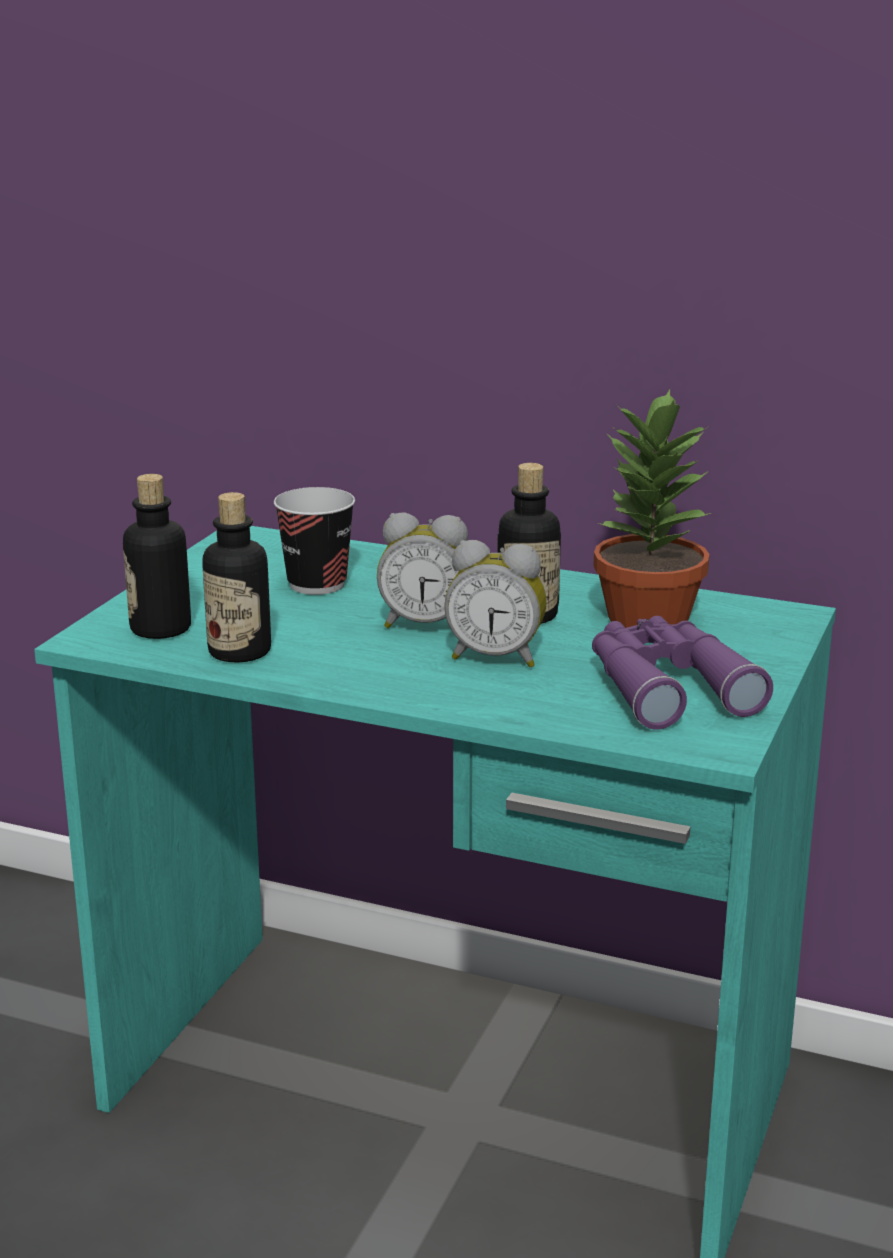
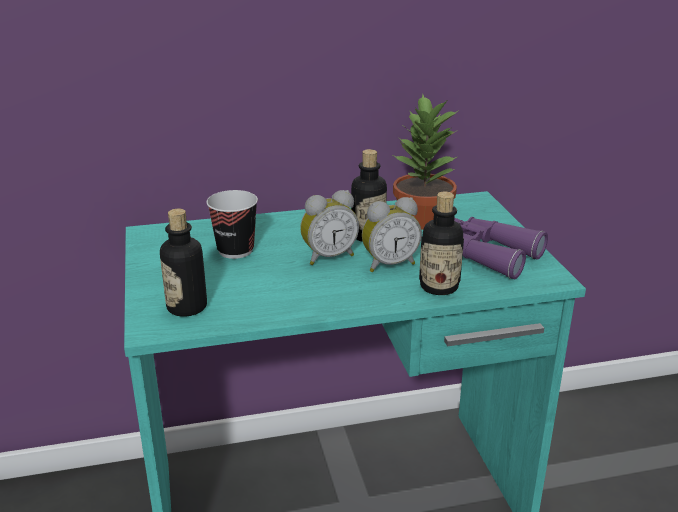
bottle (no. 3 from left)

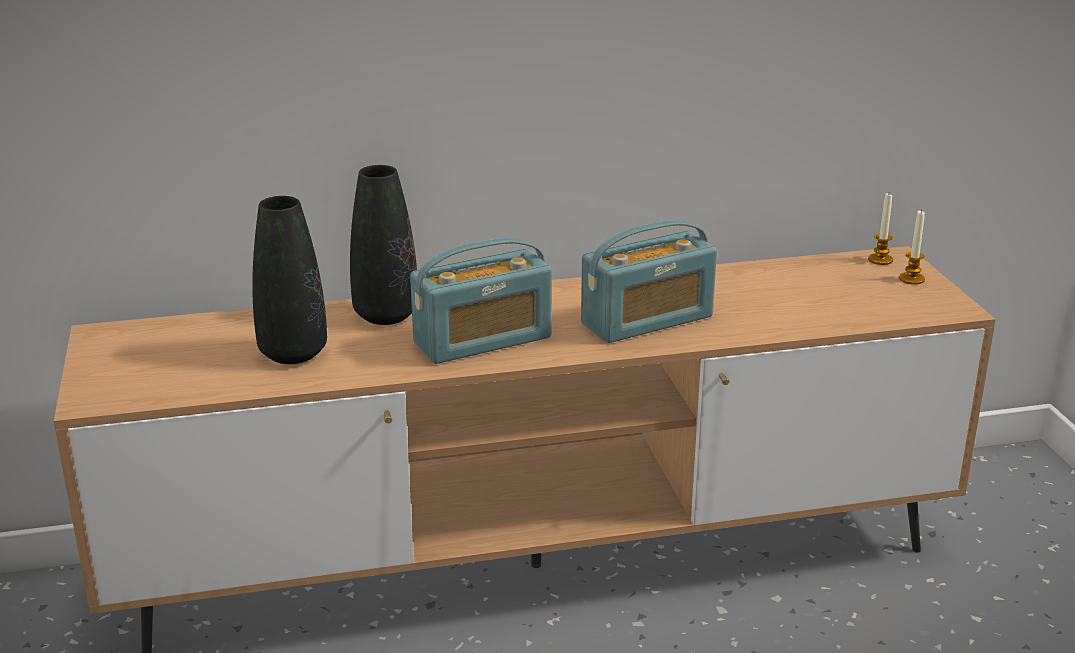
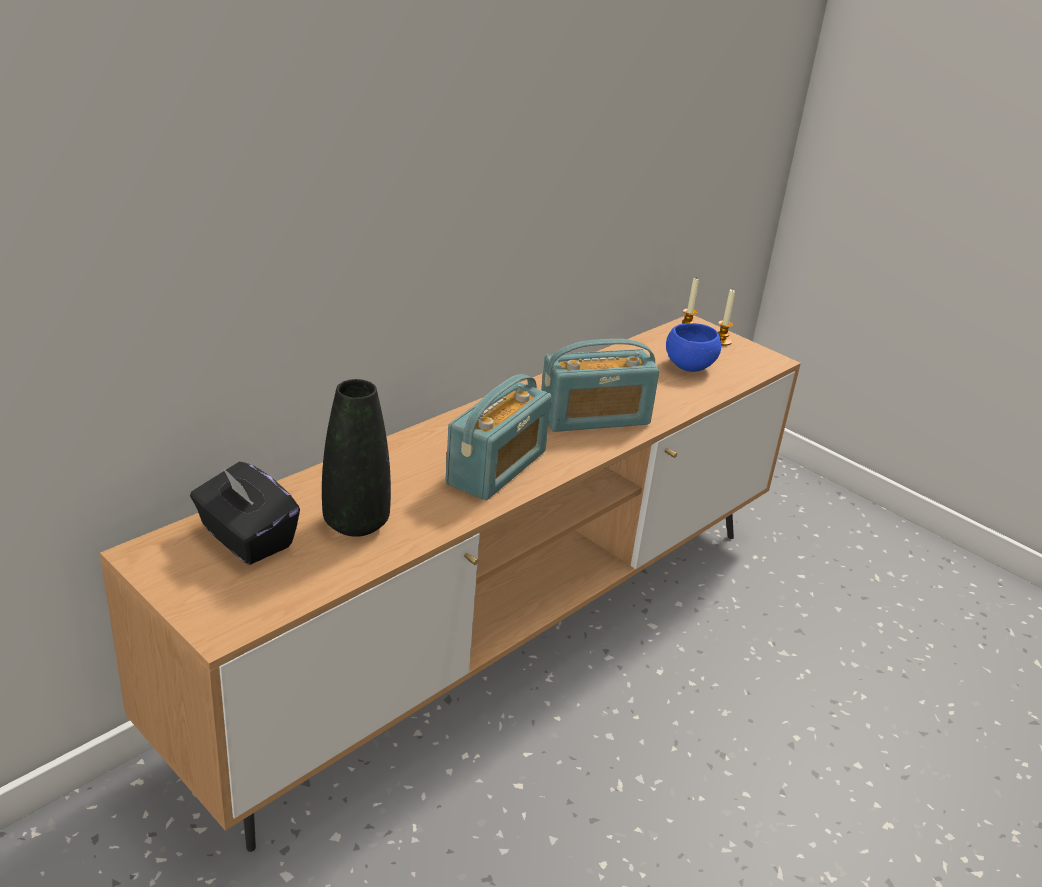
black vase (no. 2 from left in the first image)
black tissue box
blue bowl
radio (no. 2 from left)

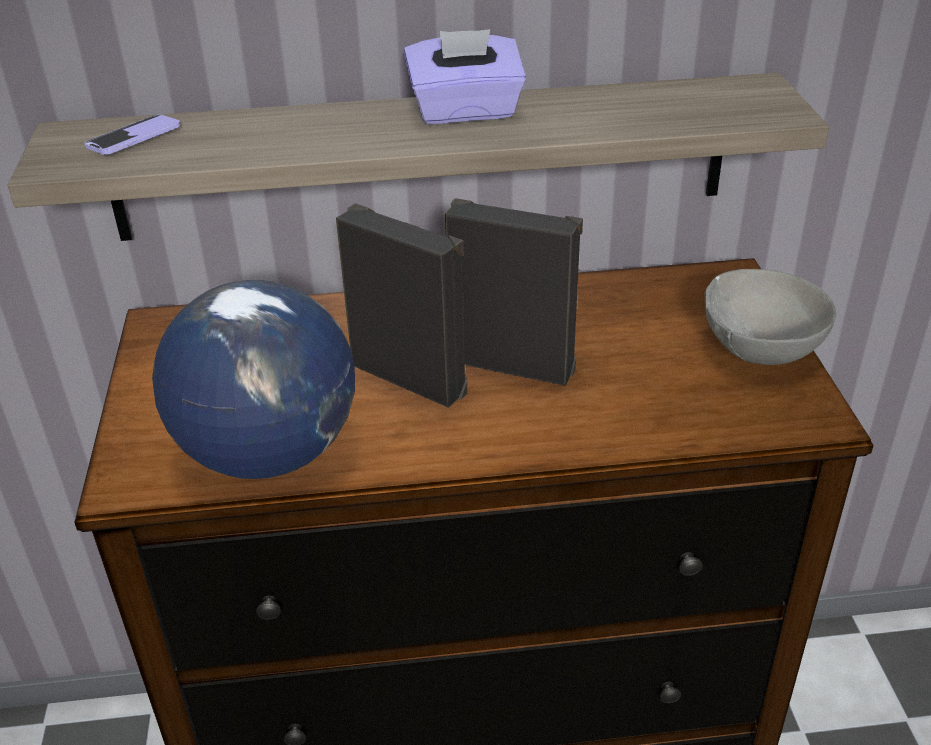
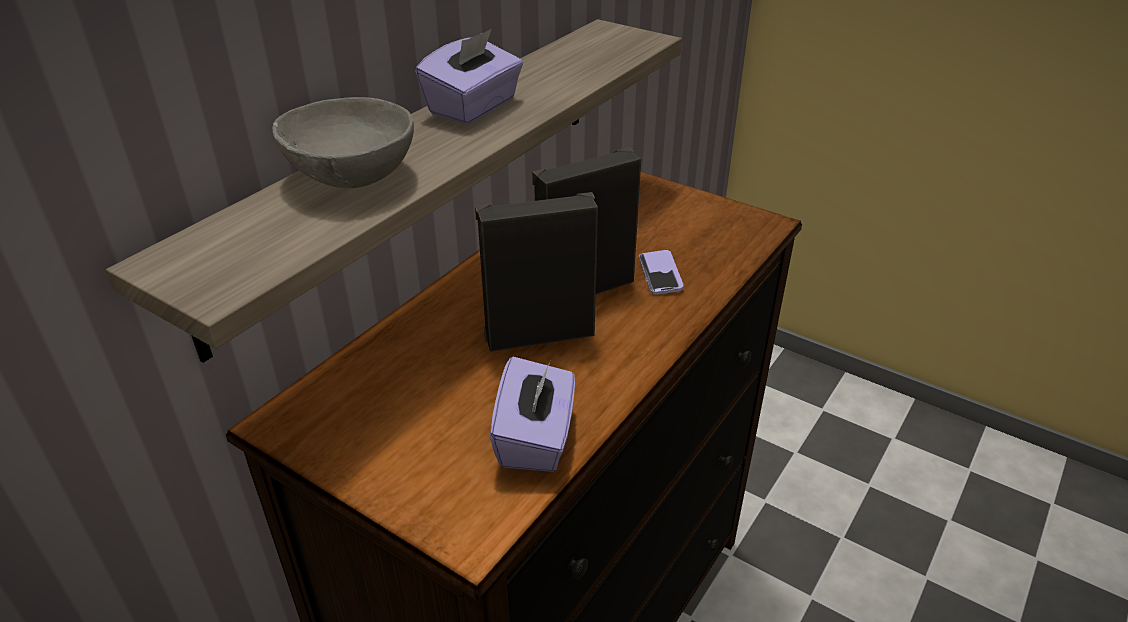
phone
grey bowl
purple tissue box (no. 2 from left)

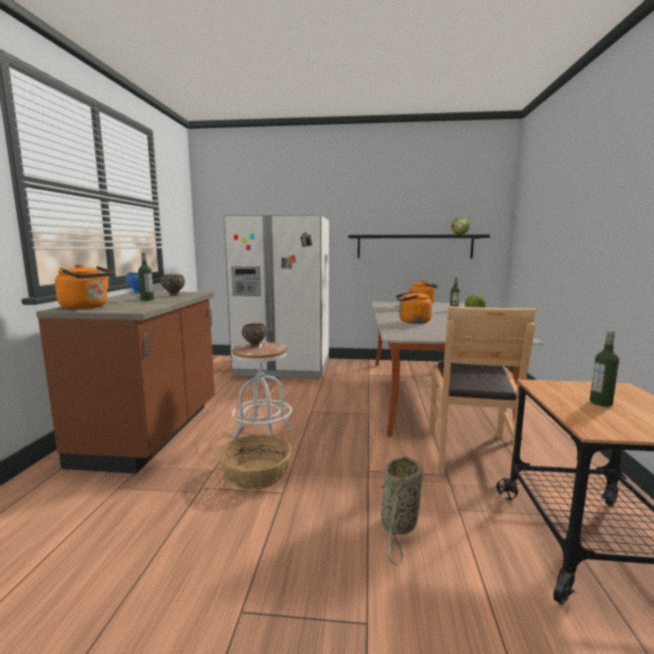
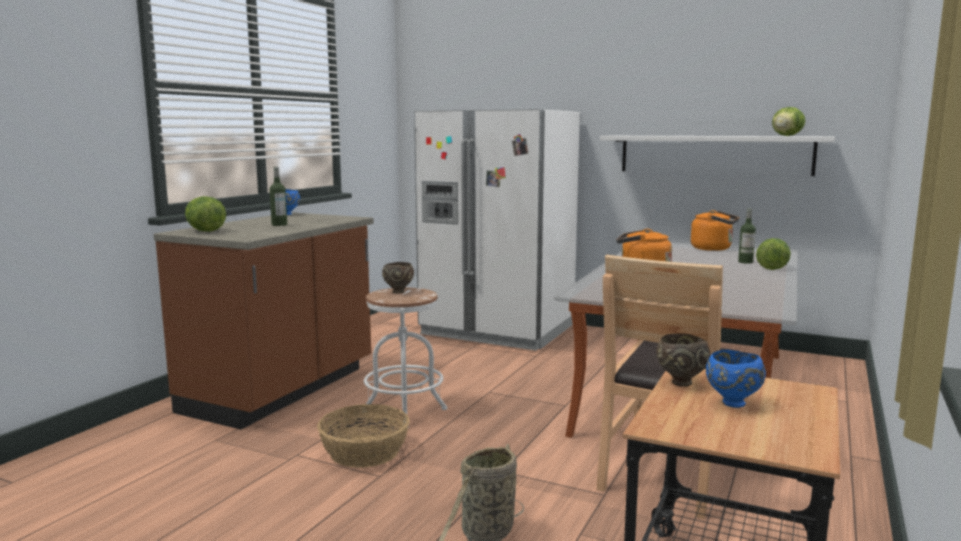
brown bowl (no. 2 from left)
lettuce (no. 1 from left)
blue bowl (no. 2 from left)
white shelf

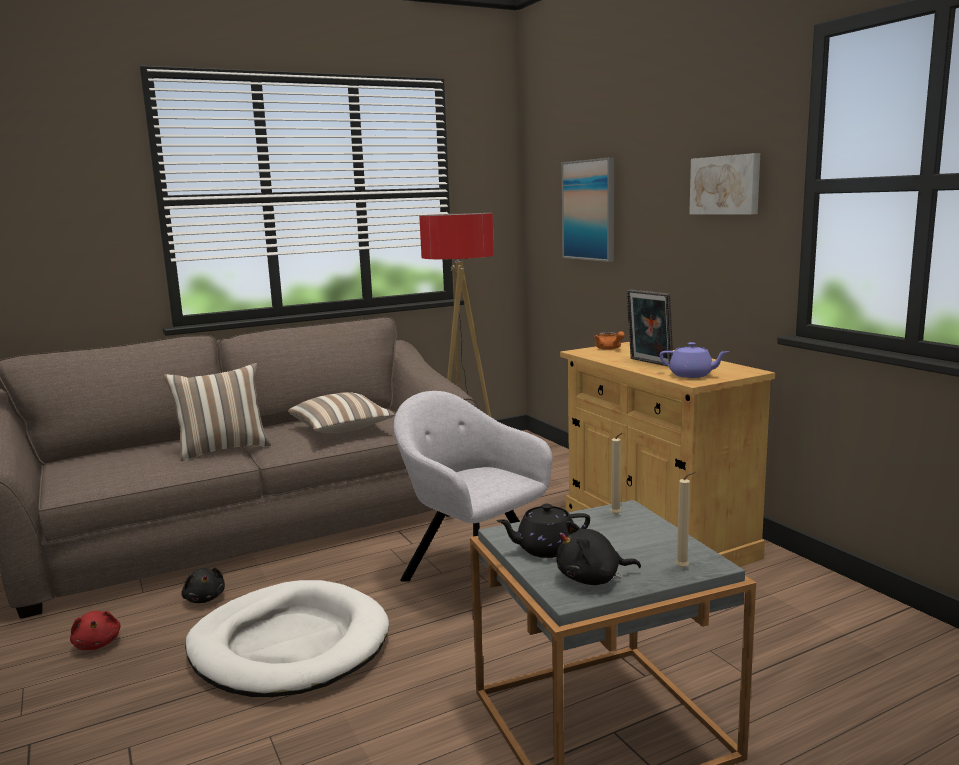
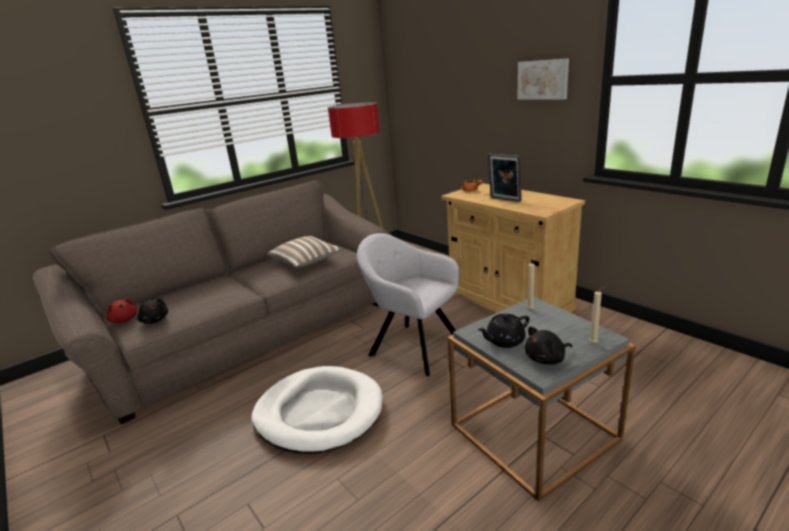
pillow (no. 1 from left in the first image)
picture (no. 1 from left in the first image)
purple teapot
red plush toy
black plush toy (no. 1 from left)

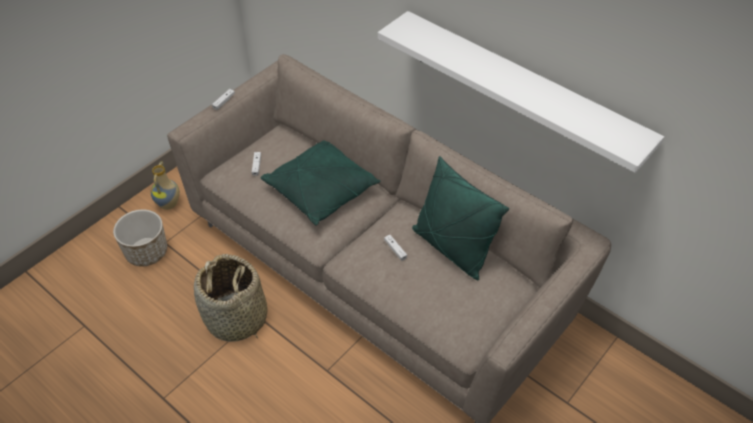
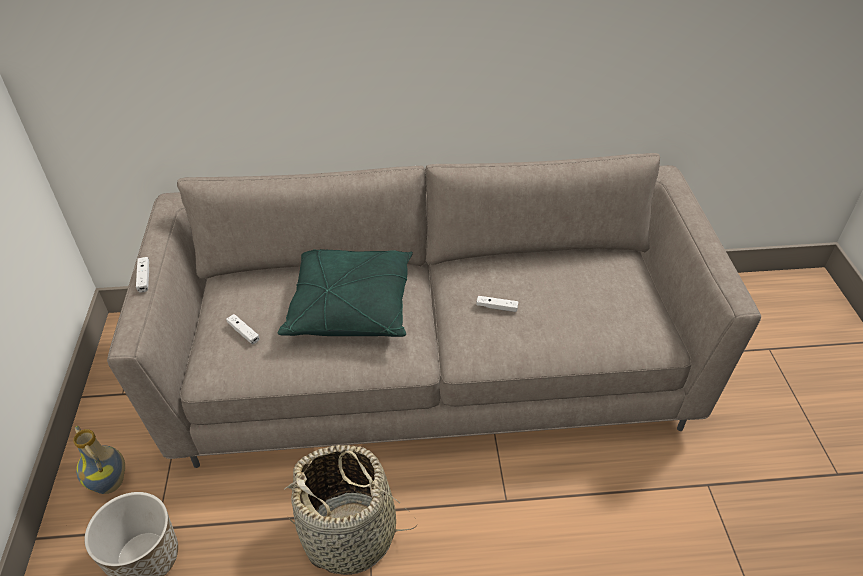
white shelf
green pillow (no. 2 from left in the first image)

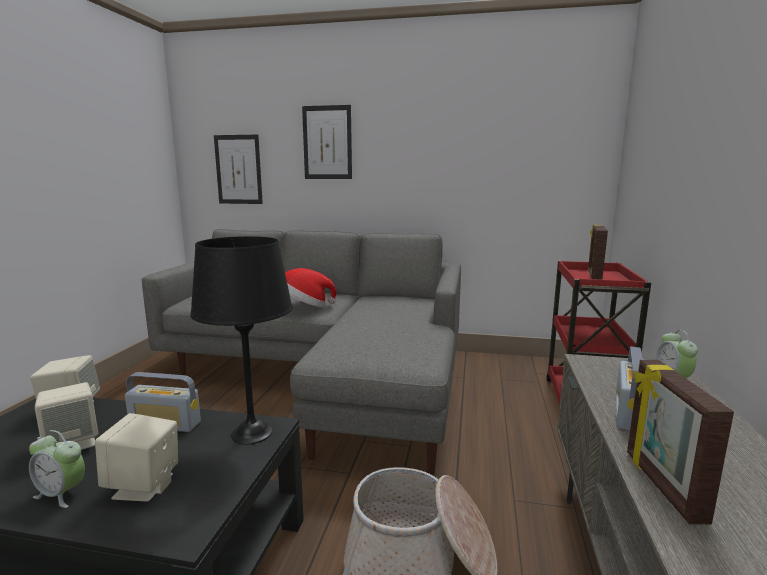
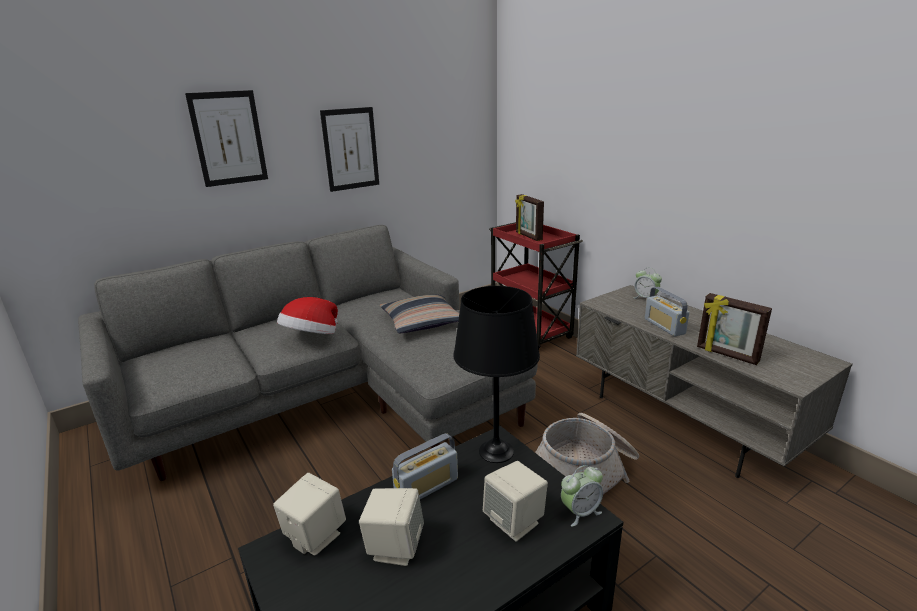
pillow
alarm clock (no. 1 from left)
picture (no. 2 from left)

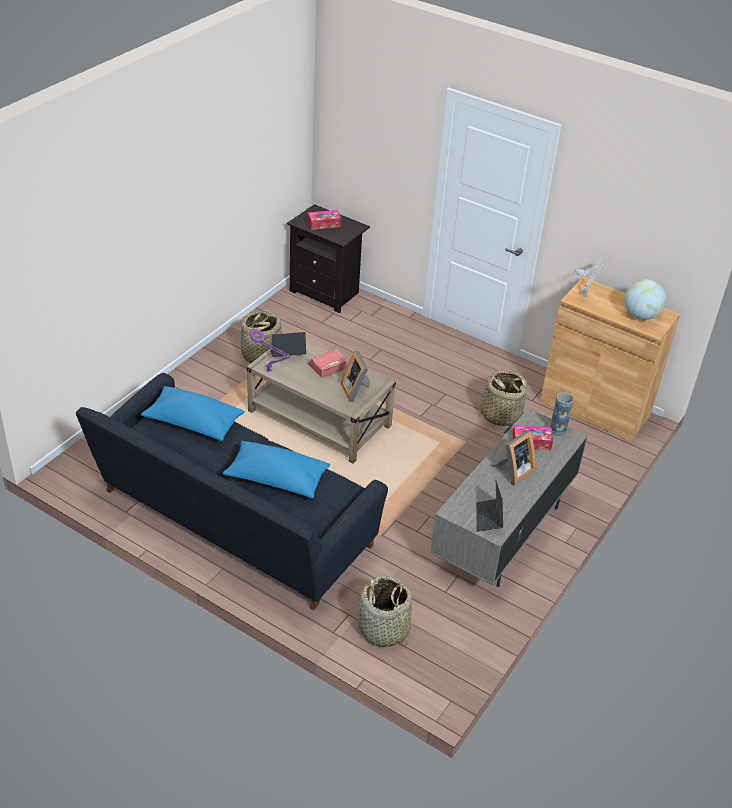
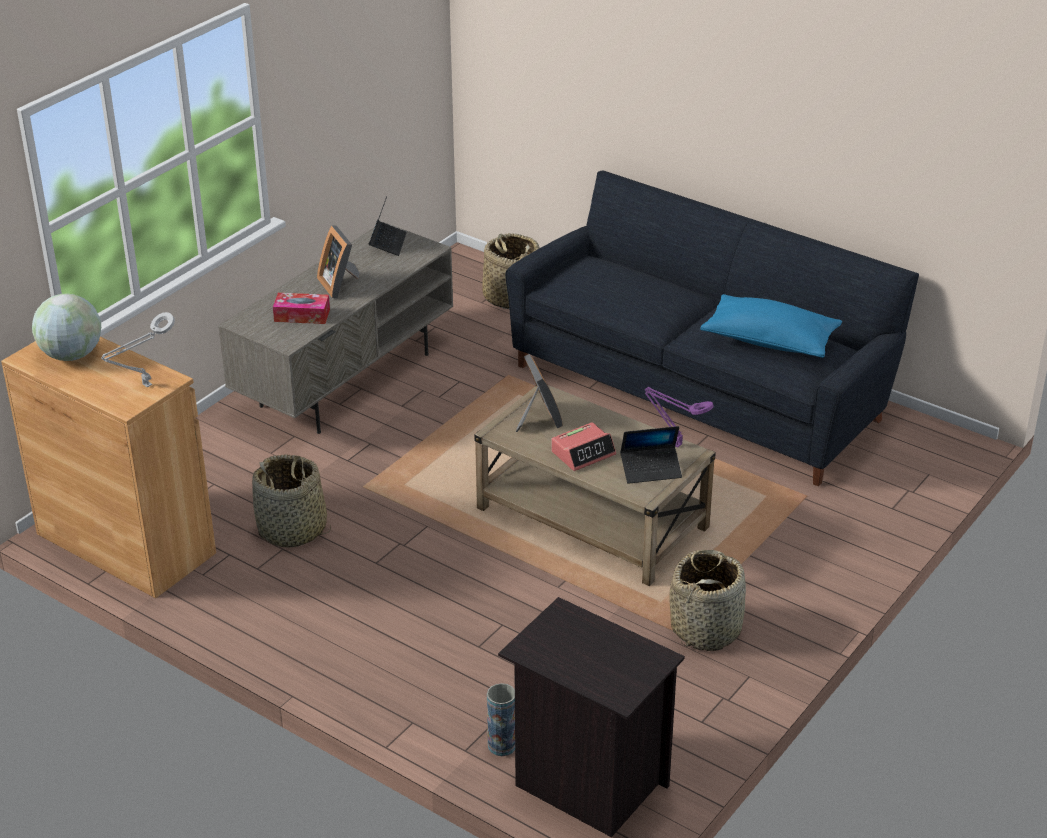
blue pillow (no. 2 from left in the first image)
tissue box (no. 1 from left in the first image)
vase
picture frame (no. 1 from left)

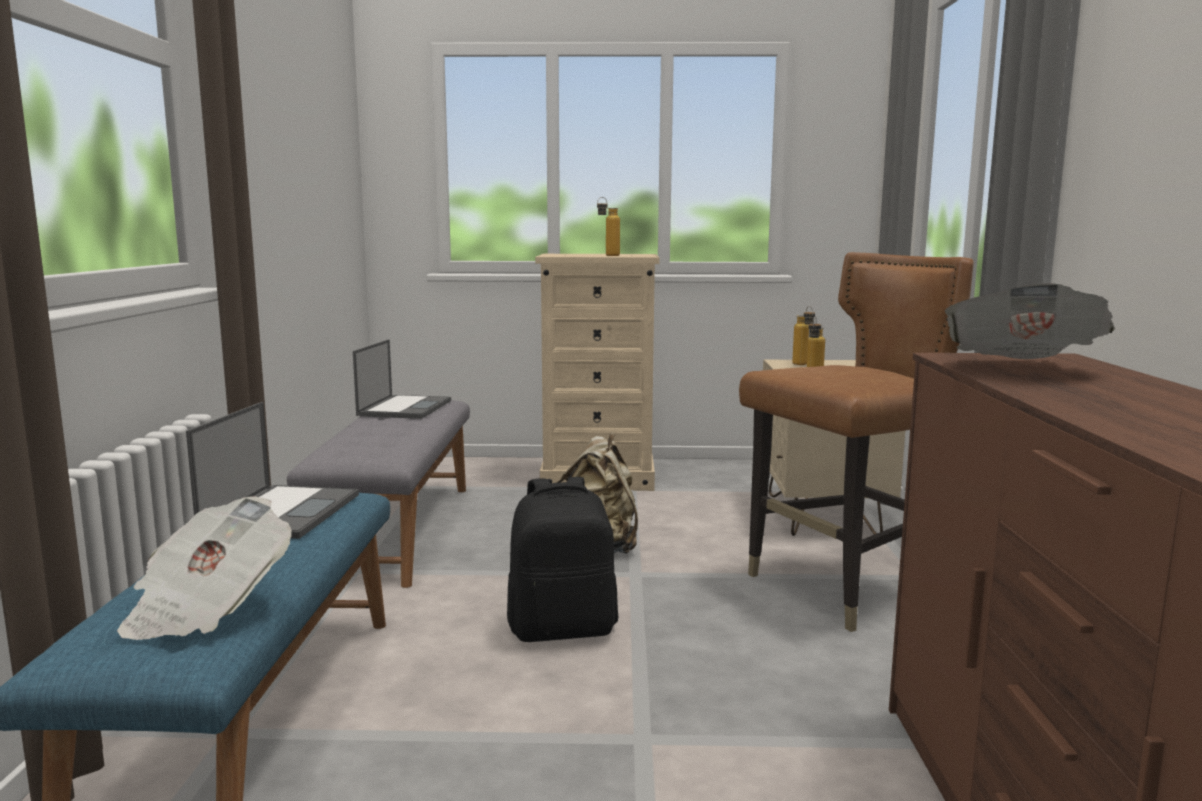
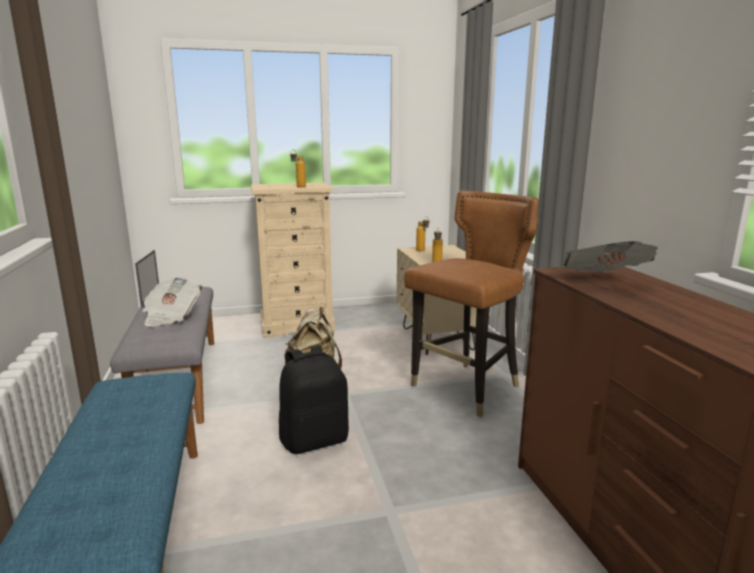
laptop (no. 1 from left in the first image)
newspaper (no. 1 from left)

